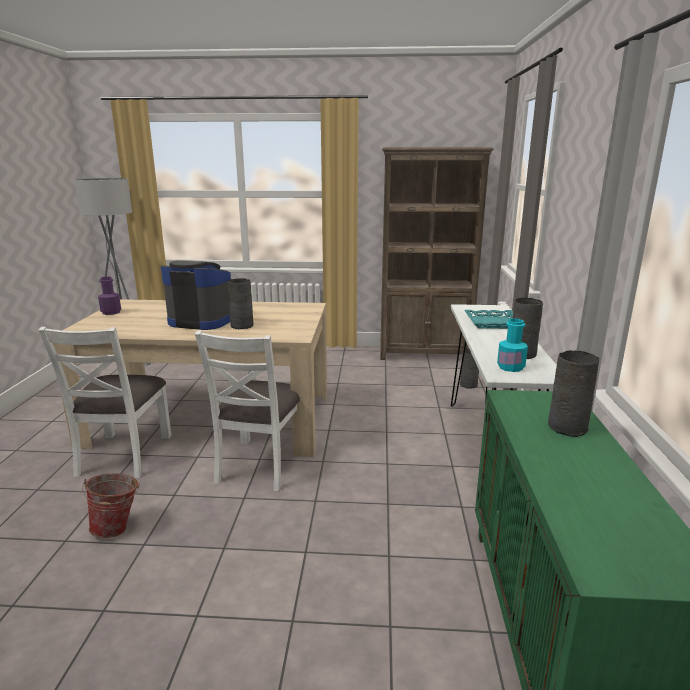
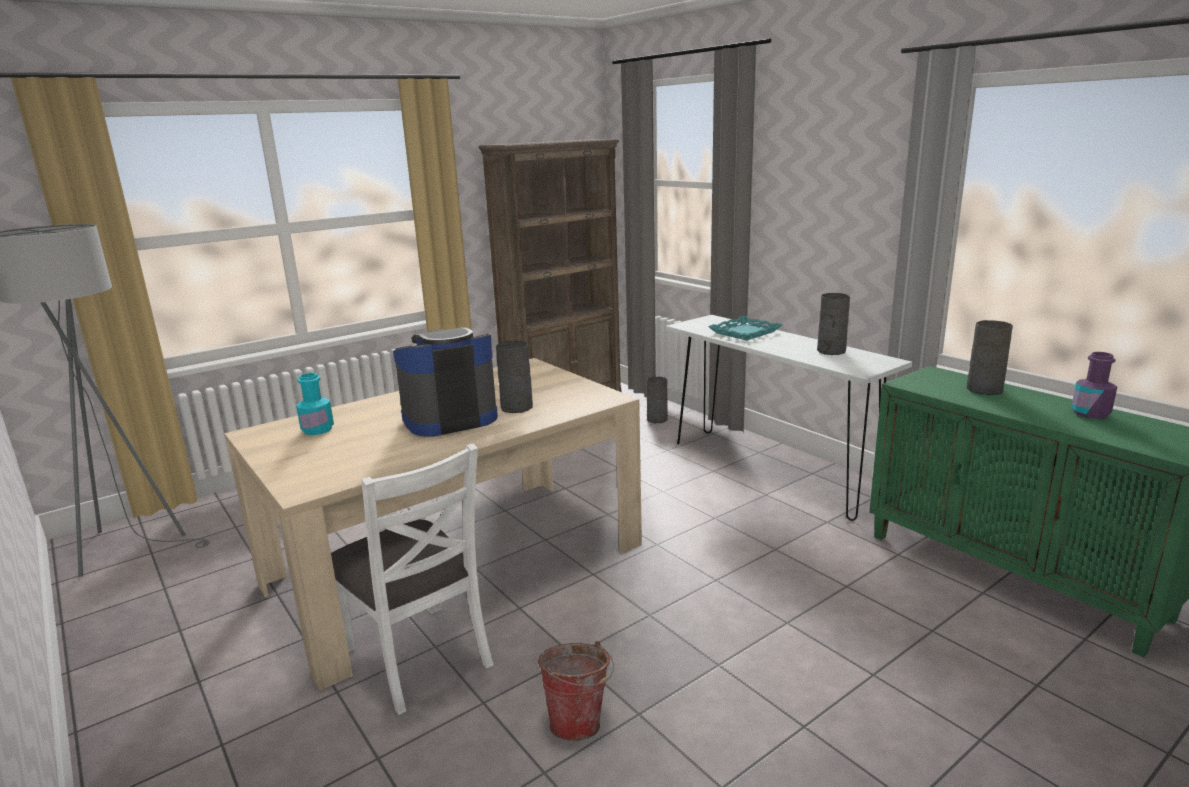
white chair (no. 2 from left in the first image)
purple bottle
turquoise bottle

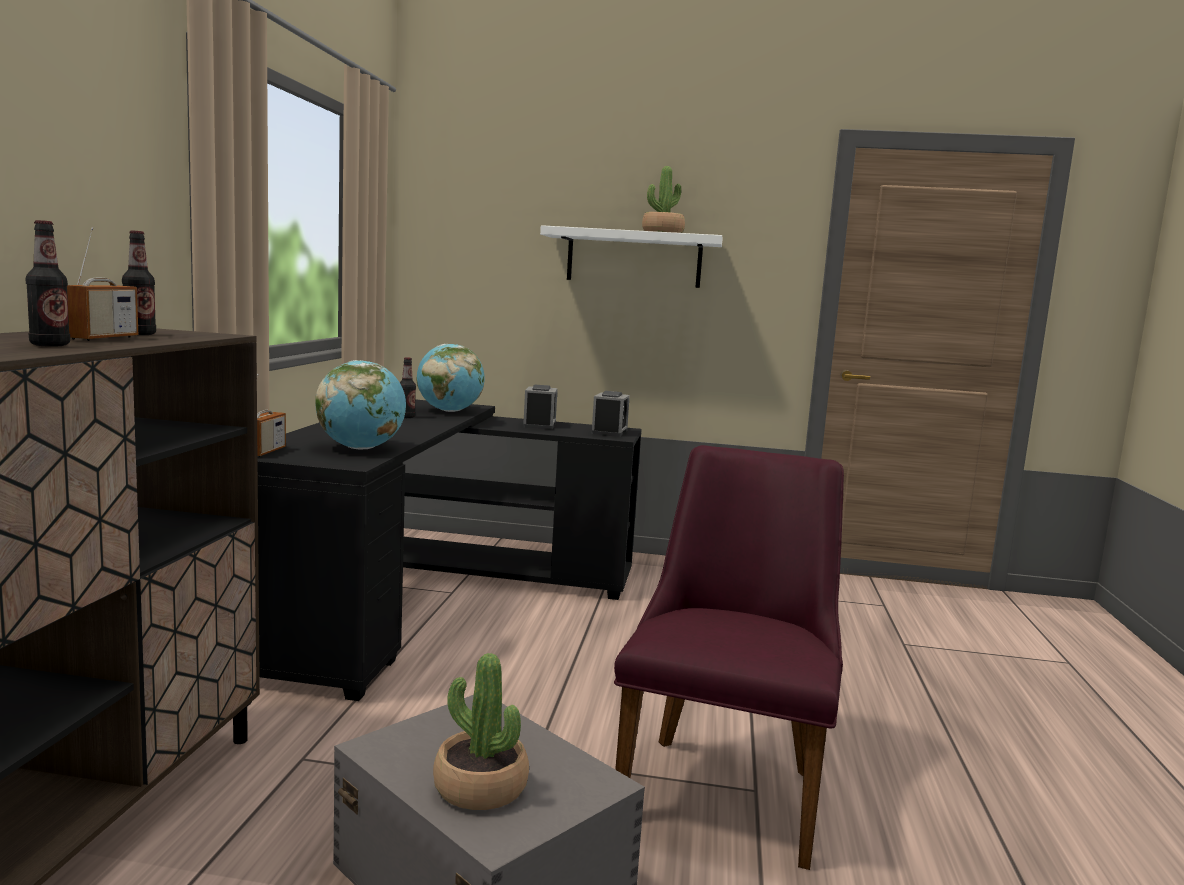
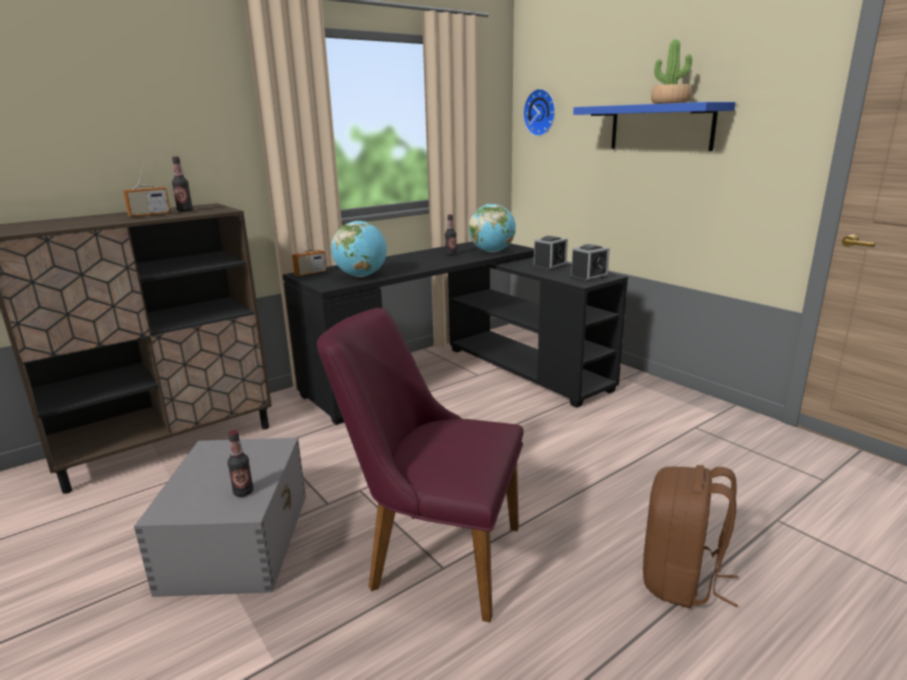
potted plant (no. 1 from left in the first image)
wall clock
brown backpack
bottle (no. 2 from left)
blue shelf
purple chair

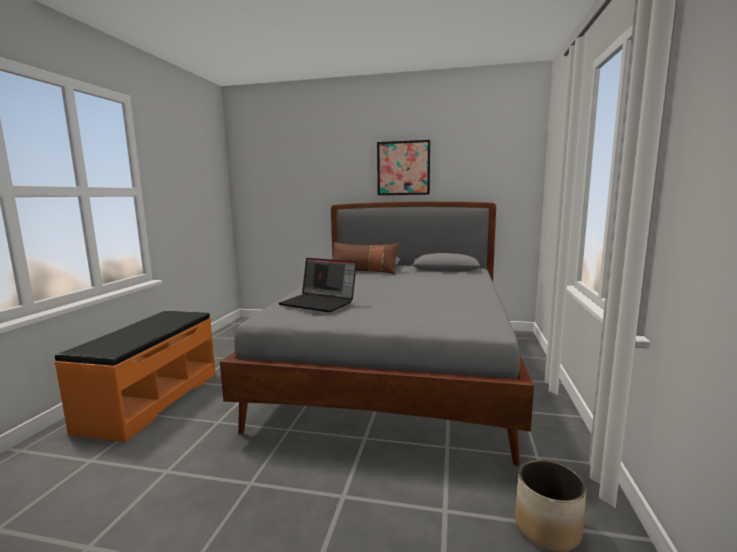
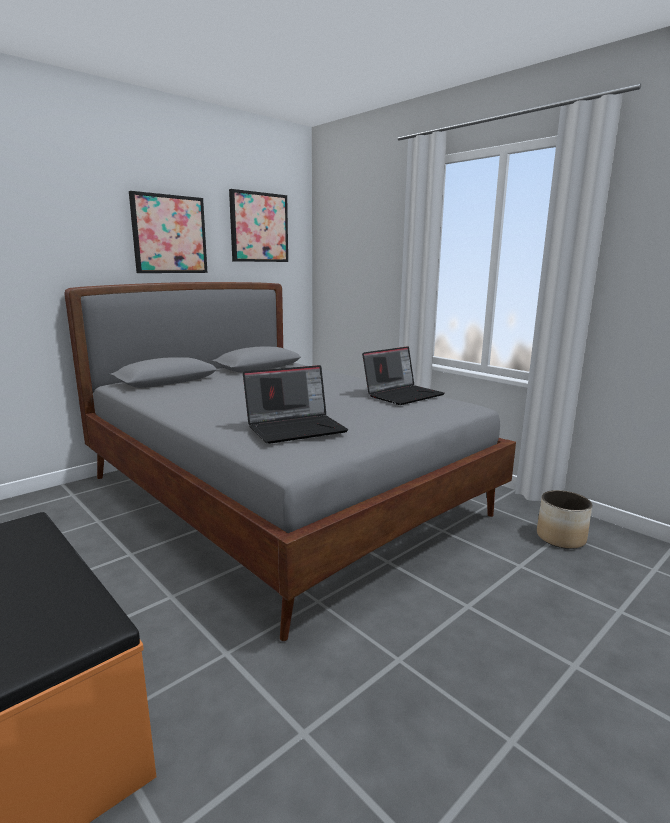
brown pillow
picture (no. 2 from left)
laptop (no. 2 from left)

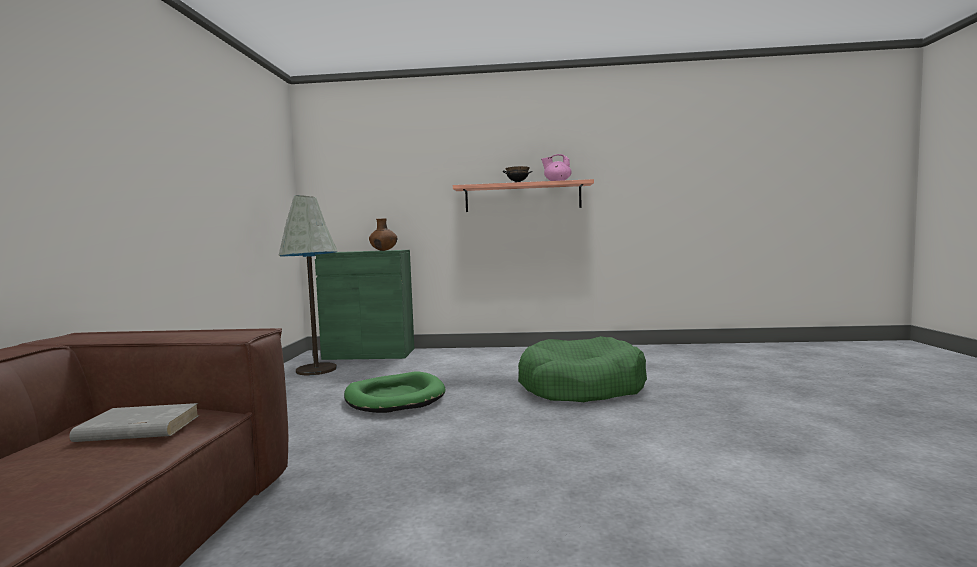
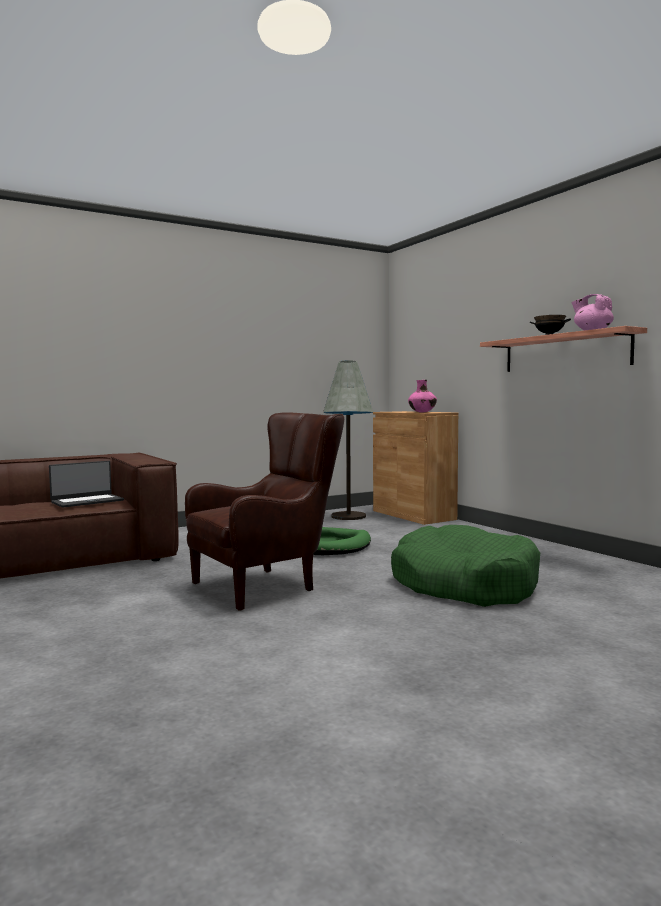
brown armchair
laptop
brown cabinet
pink vase

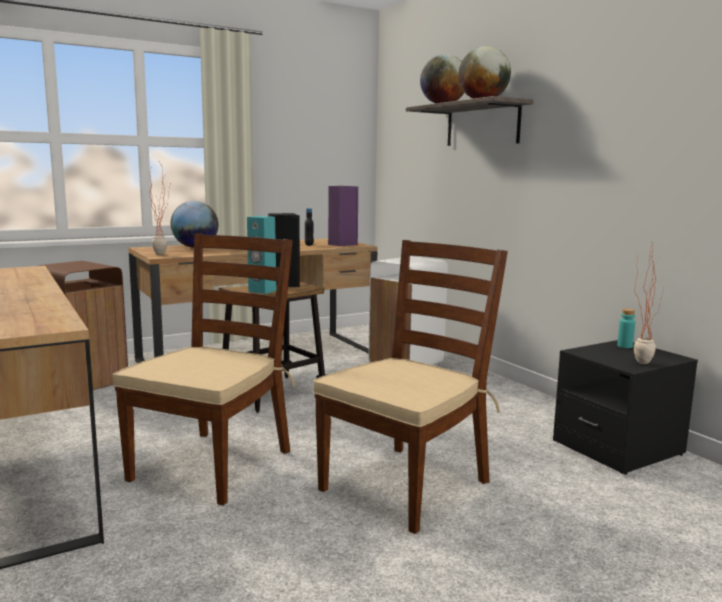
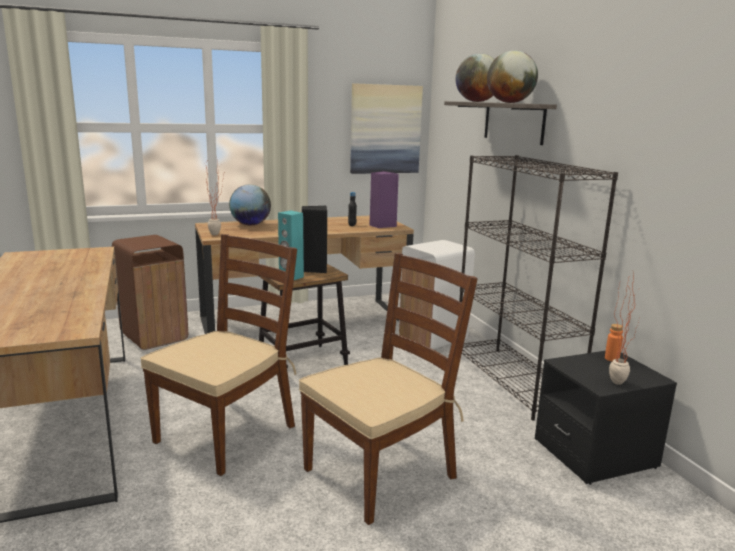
picture
black bookcase
orange bottle

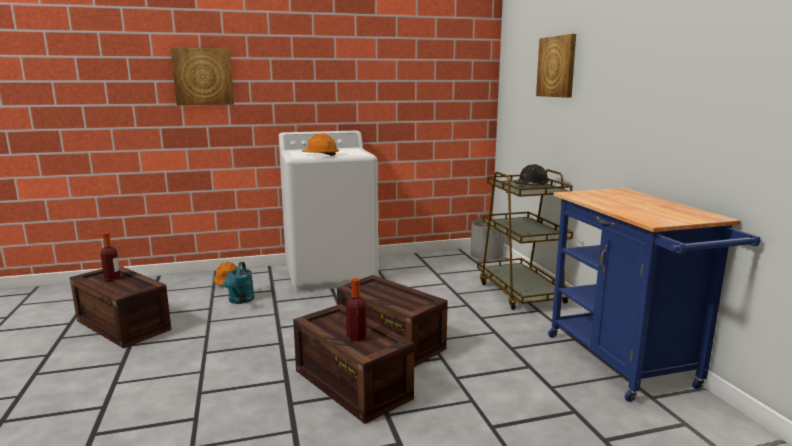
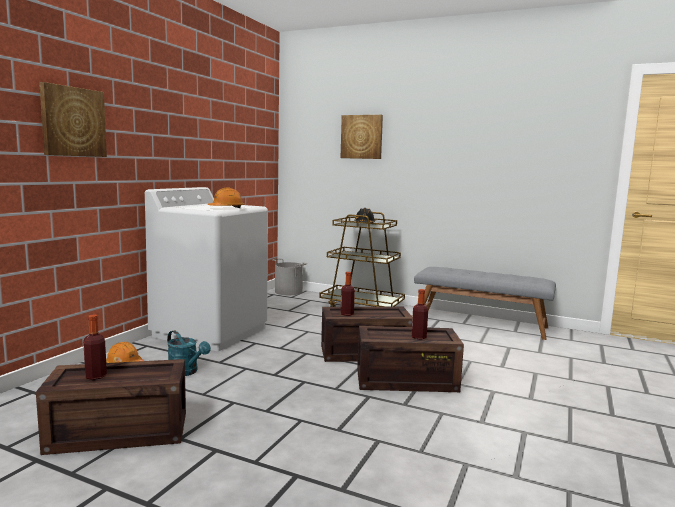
bottle (no. 2 from left)
grey bench

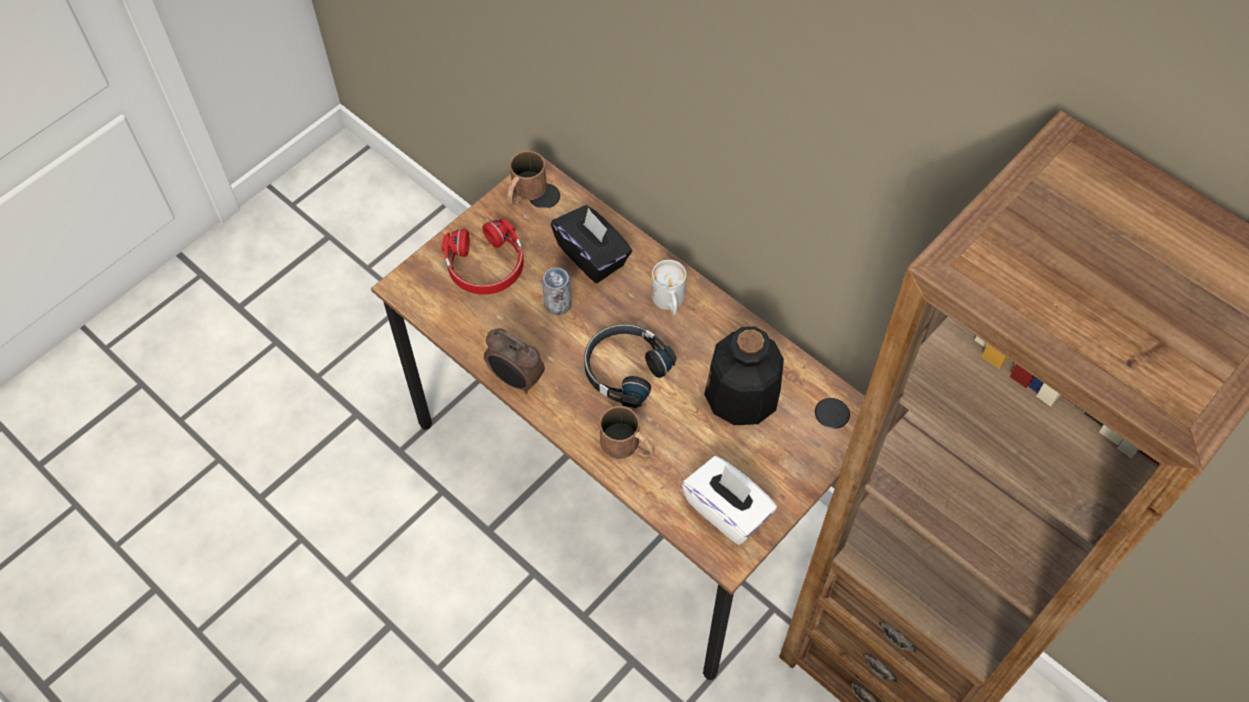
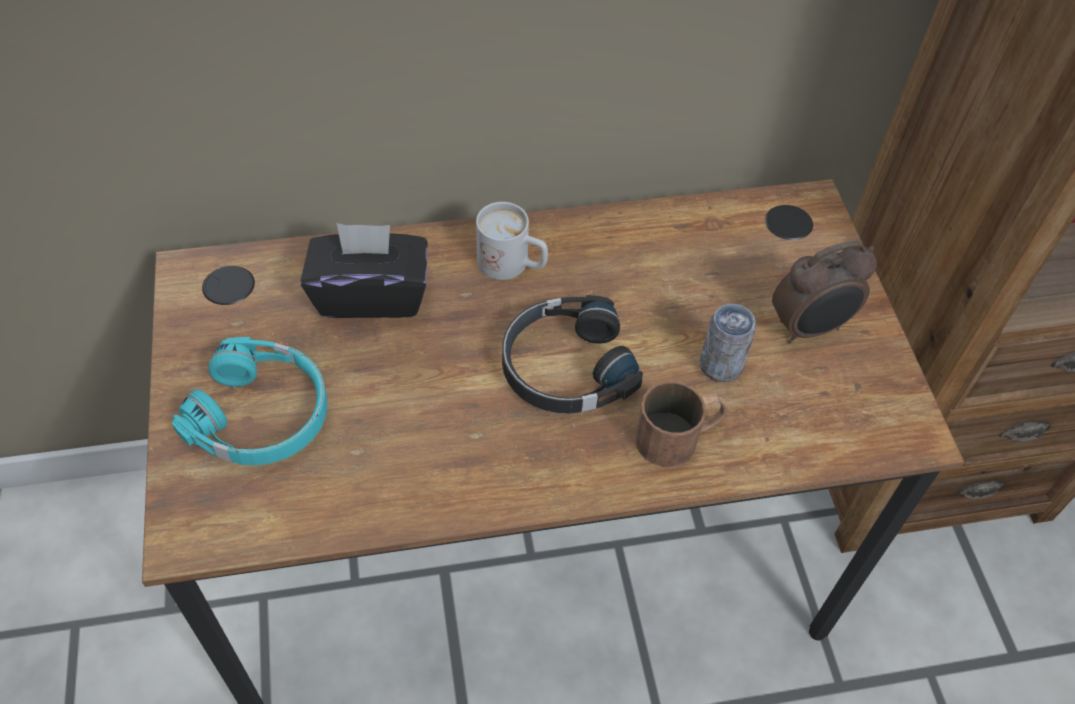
brown mug (no. 1 from left in the first image)
white tissue box
bottle
alarm clock
can
turquoise headphones

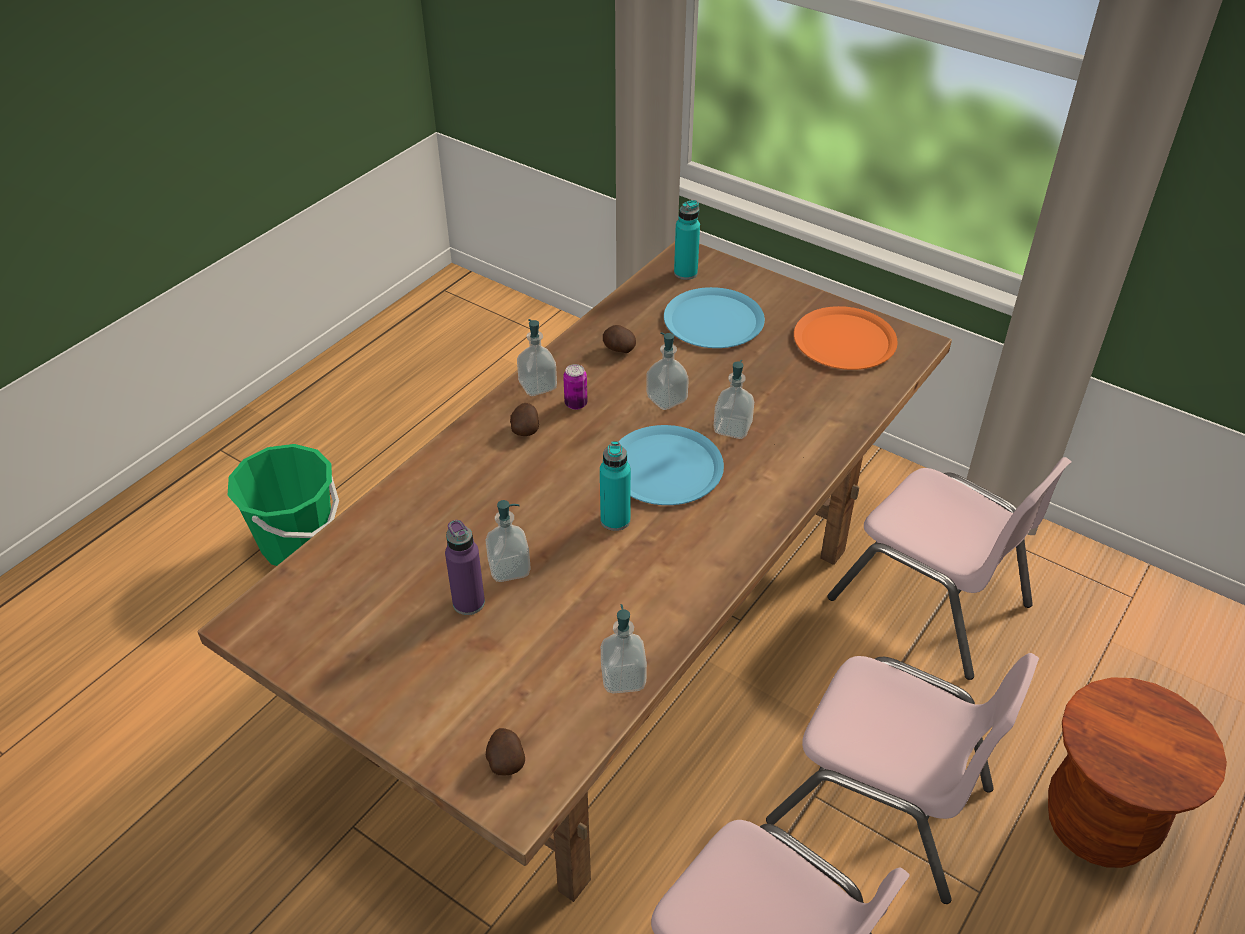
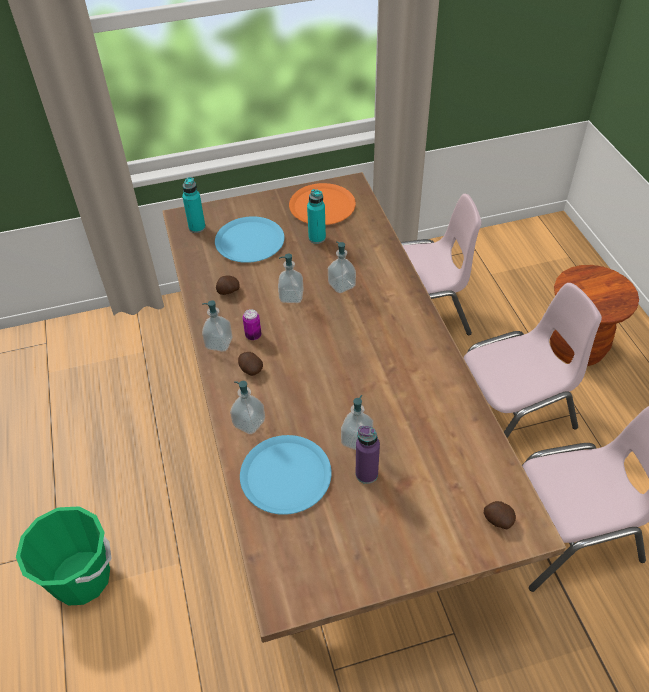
turquoise bottle (no. 2 from left)
soap dispenser (no. 2 from left)
blue plate (no. 2 from left)

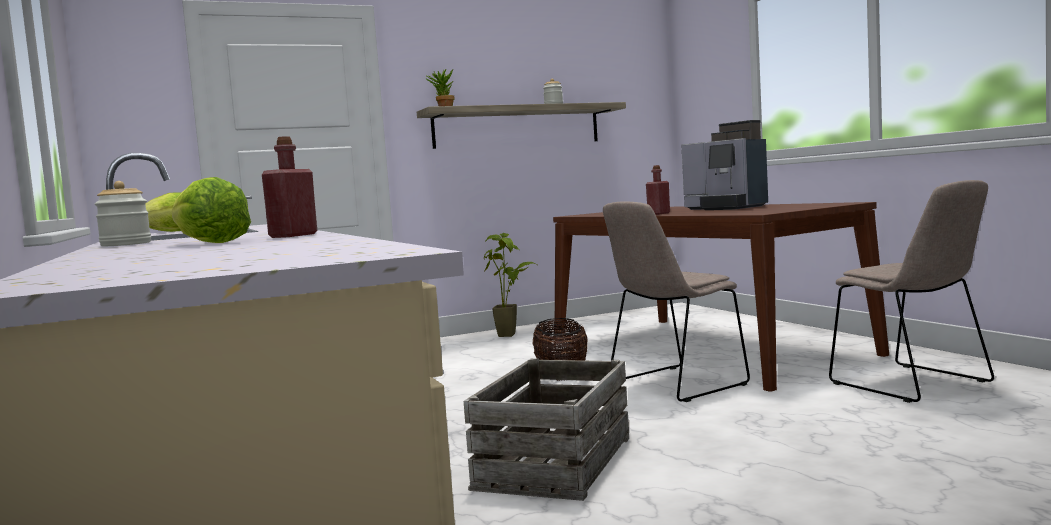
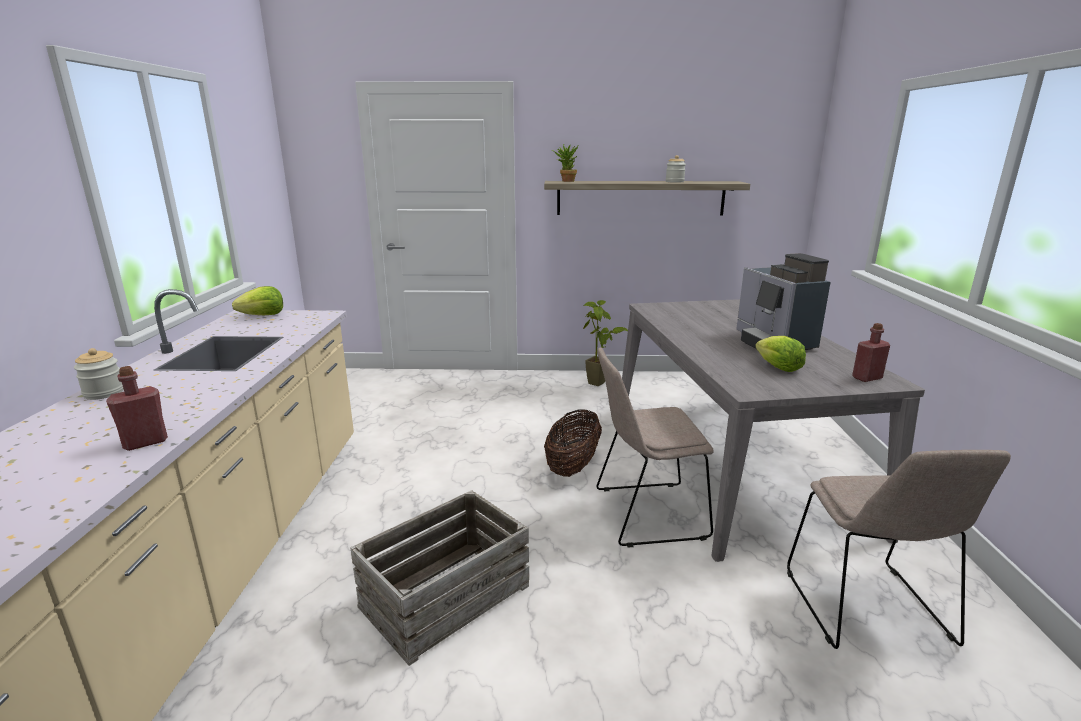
lettuce (no. 2 from left)
red bottle (no. 2 from left)
grey dining table

